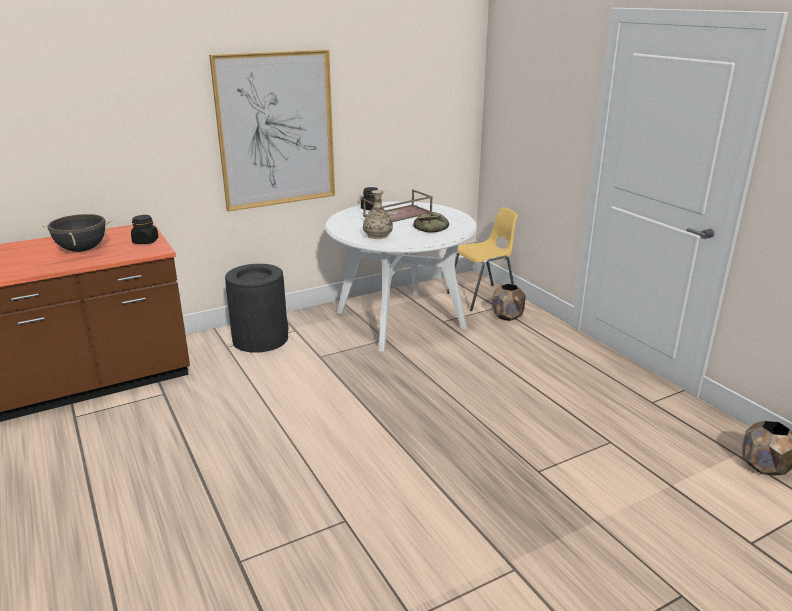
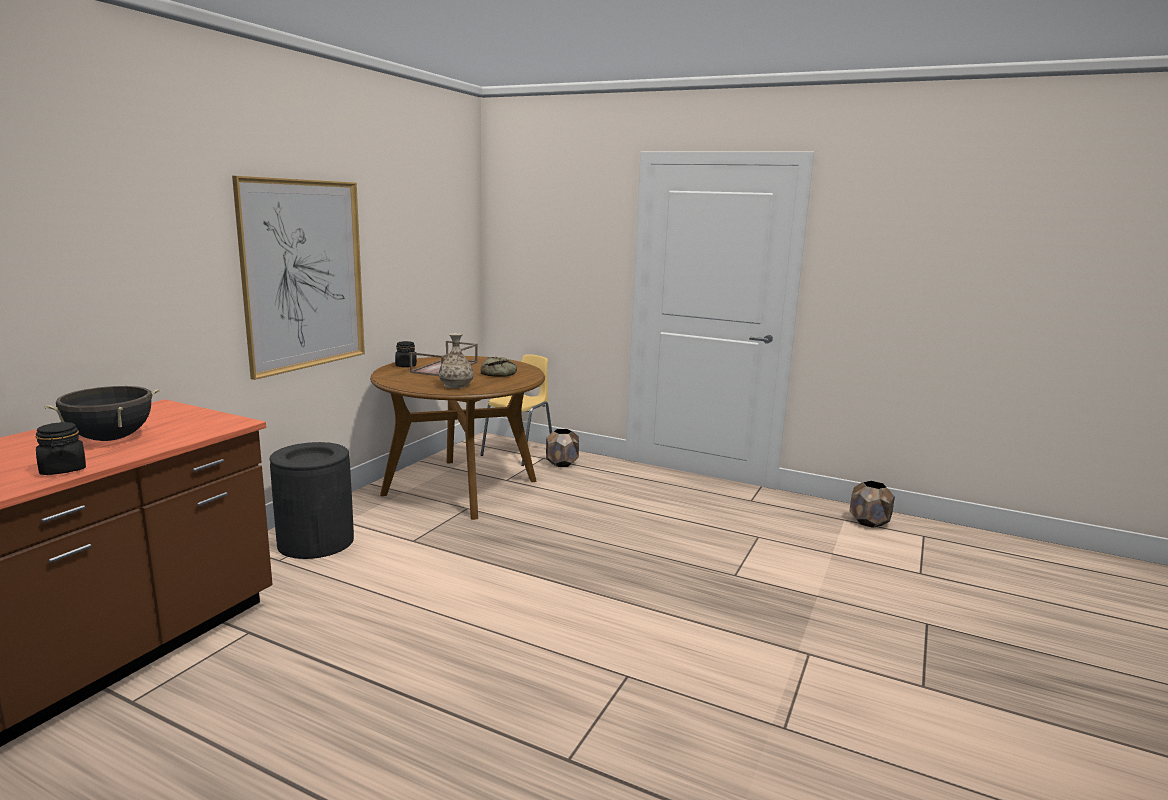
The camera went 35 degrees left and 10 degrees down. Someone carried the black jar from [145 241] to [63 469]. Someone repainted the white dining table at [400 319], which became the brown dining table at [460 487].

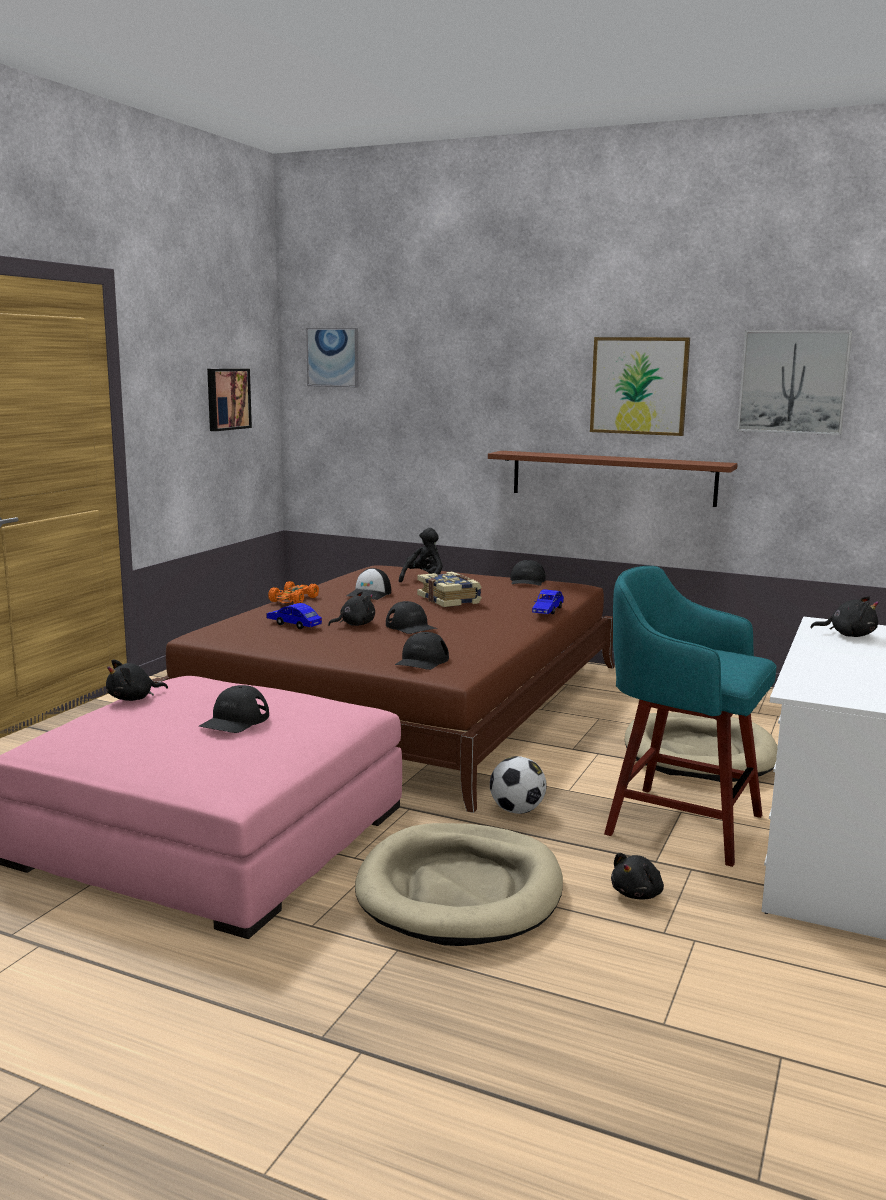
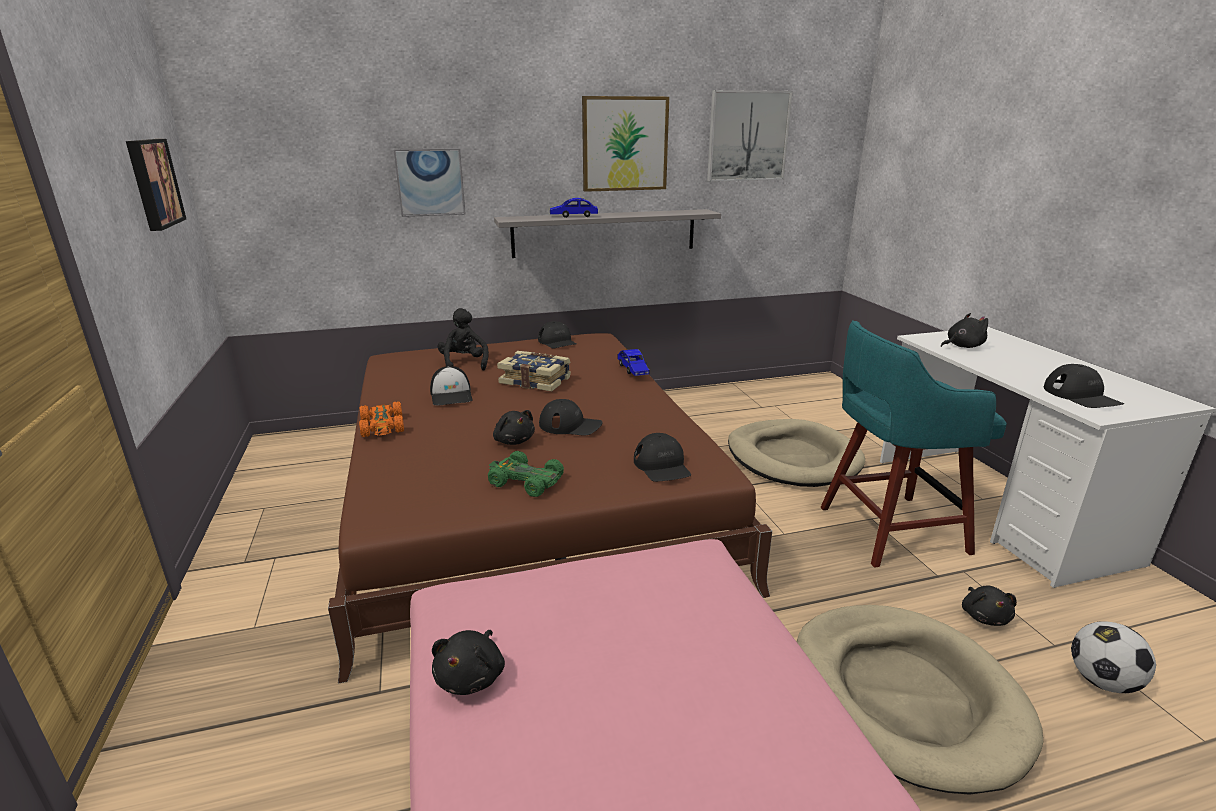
The camera went 40 degrees left and 10 degrees up. Someone put down the green toy car at [525 481]. Someone carried the black cap from [235 720] to [1081 396]. Someone carried the blue toy car from [293 624] to [573 216]. Someone carried the picture from [333 357] to [430 182]. Someone carried the football from [517 810] to [1102 681]. Someone repainted the brown shelf at [612 478], which became the grey shelf at [605 233]. Someone rotated the black plush toy at [355 624] by 120 degrees clockwise.

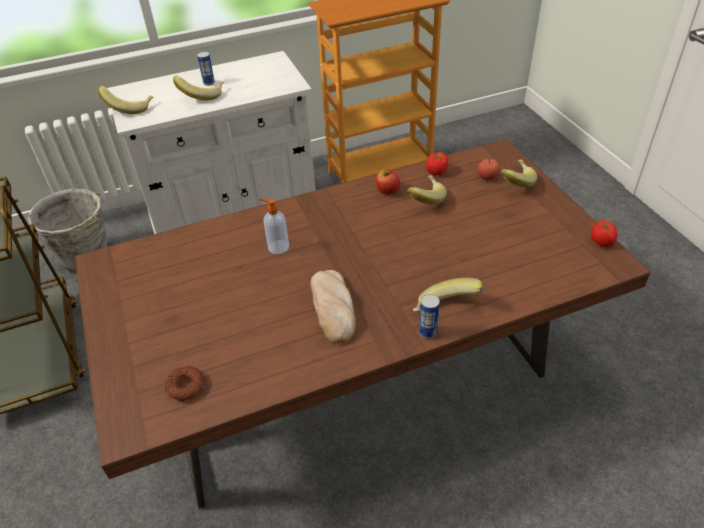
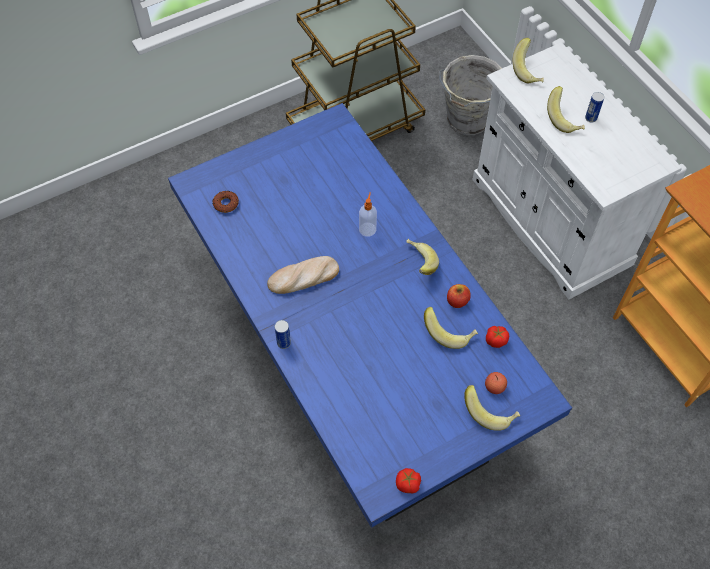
The camera went 80 degrees right and 15 degrees up. Someone carried the banana from [445 309] to [418 263]. Someone repainted the brown dining table at [359 385], which became the blue dining table at [356 362].

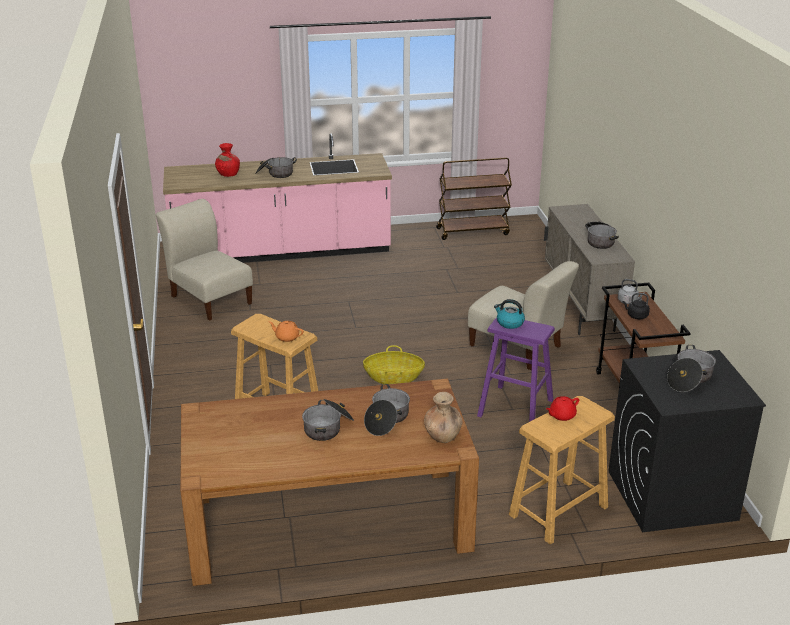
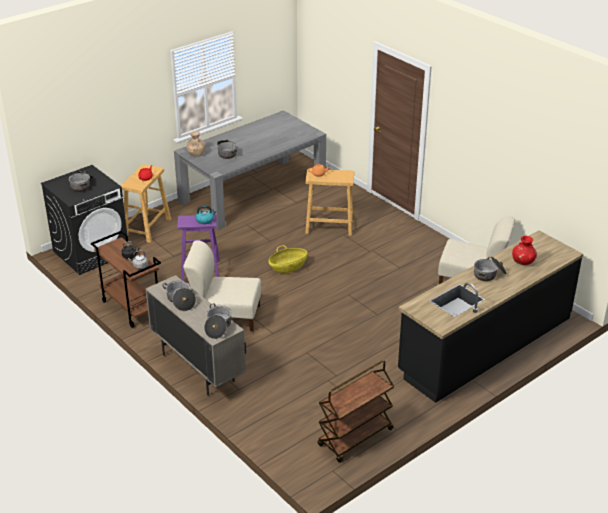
The camera went 150 degrees right and 5 degrees up. Someone carried the cooking pot from [328 428] to [218 327]. Someone repainted the pink counter at [281 252], which became the black counter at [485 344]. Someone repainted the brown dining table at [328 521], which became the grey dining table at [252 192].

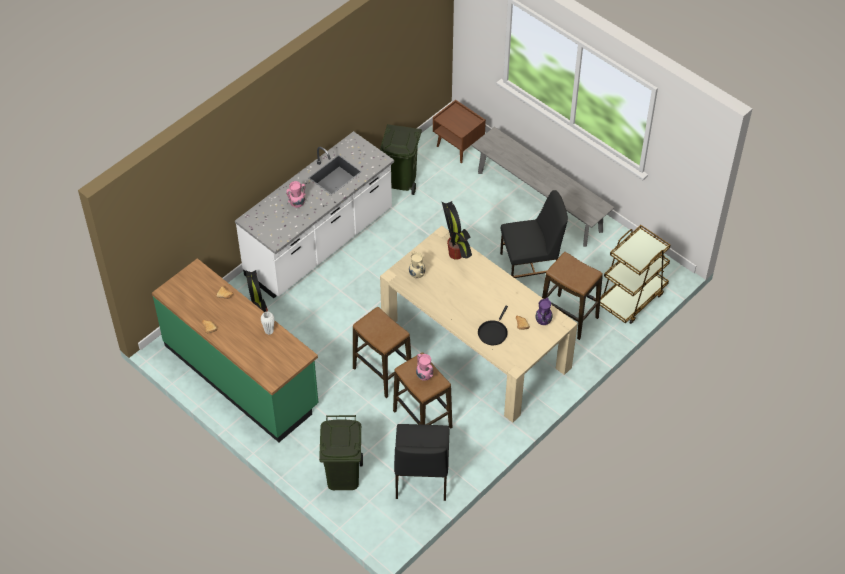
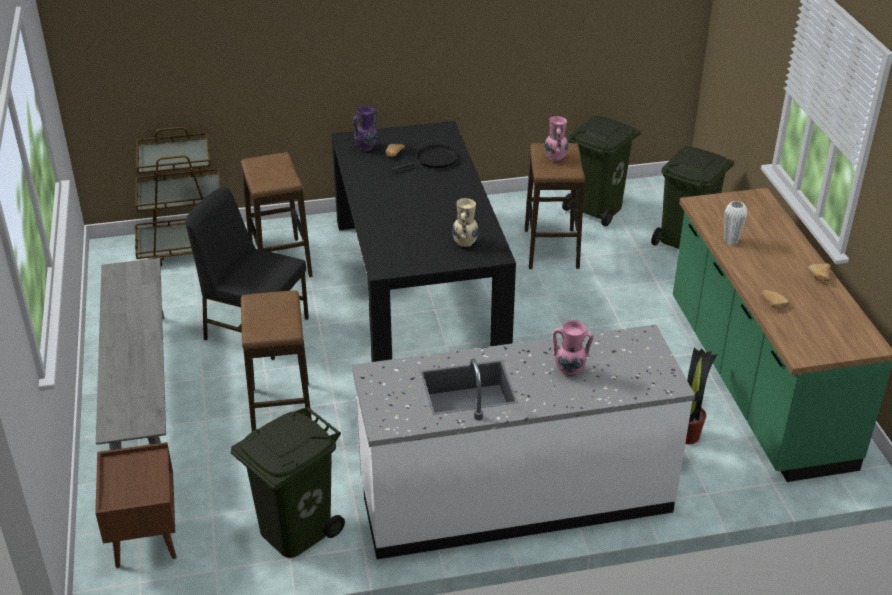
The camera went 145 degrees left and 15 degrees down. Someone took away the potted plant at [456 254]. Someone carried the stool from [382 373] to [281 412]. Someone swapped the black chair at [421 477] for the green trash can at [597 209]. Someone repainted the beige dining table at [475 344], which became the black dining table at [418 285].

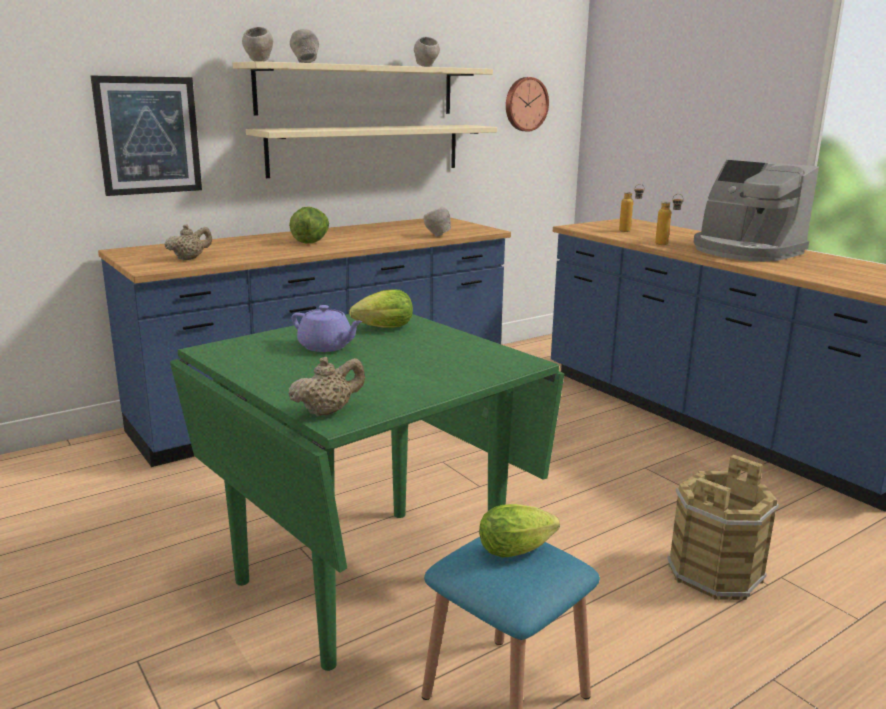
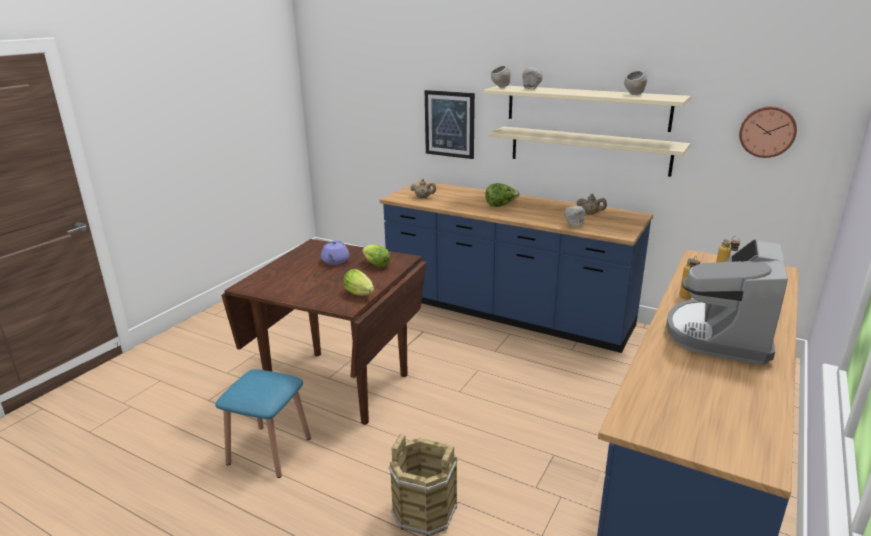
The camera went 65 degrees right and 5 degrees up. Someone carried the beige teapot from [328 411] to [590 214]. Someone carried the lettuce from [519 550] to [361 294]. Someone repainted the green dining table at [368 578], which became the brown dining table at [339 384].

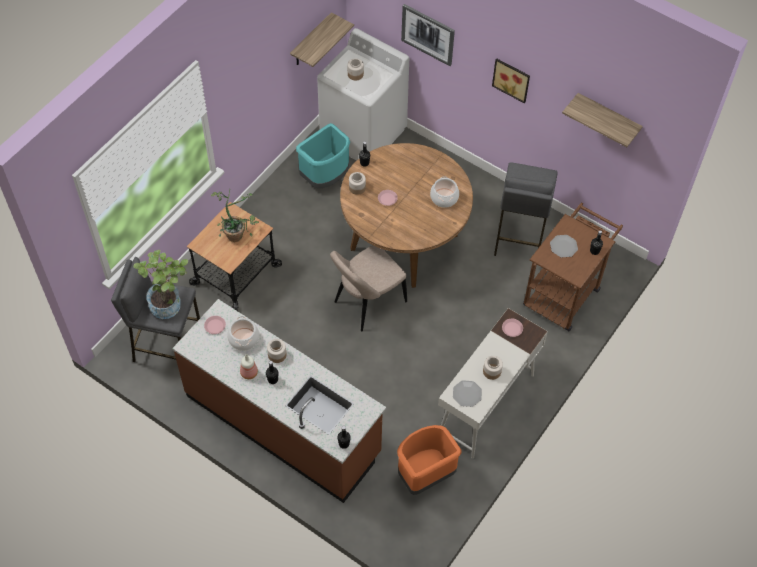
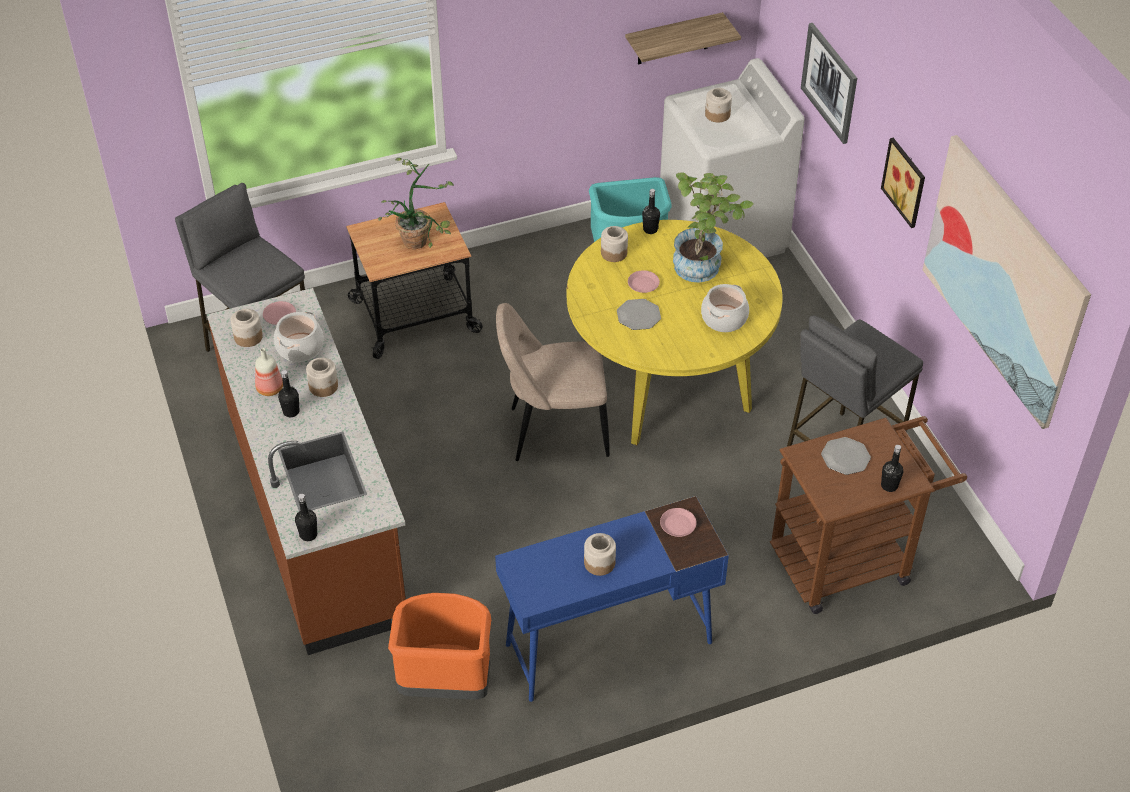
The camera went 35 degrees right and 10 degrees down. Someone put down the jar at [248 337]. Someone carried the potted plant from [169 303] to [703 265]. Someone carried the plate from [467 394] to [638 315]. Someone swapped the shelf at [607 118] for the picture at [1003 279]. Someone repainted the brown dining table at [404 242], which became the yellow dining table at [668 383]. Someone repainted the white desk at [486 405], which became the blue desk at [608 644].

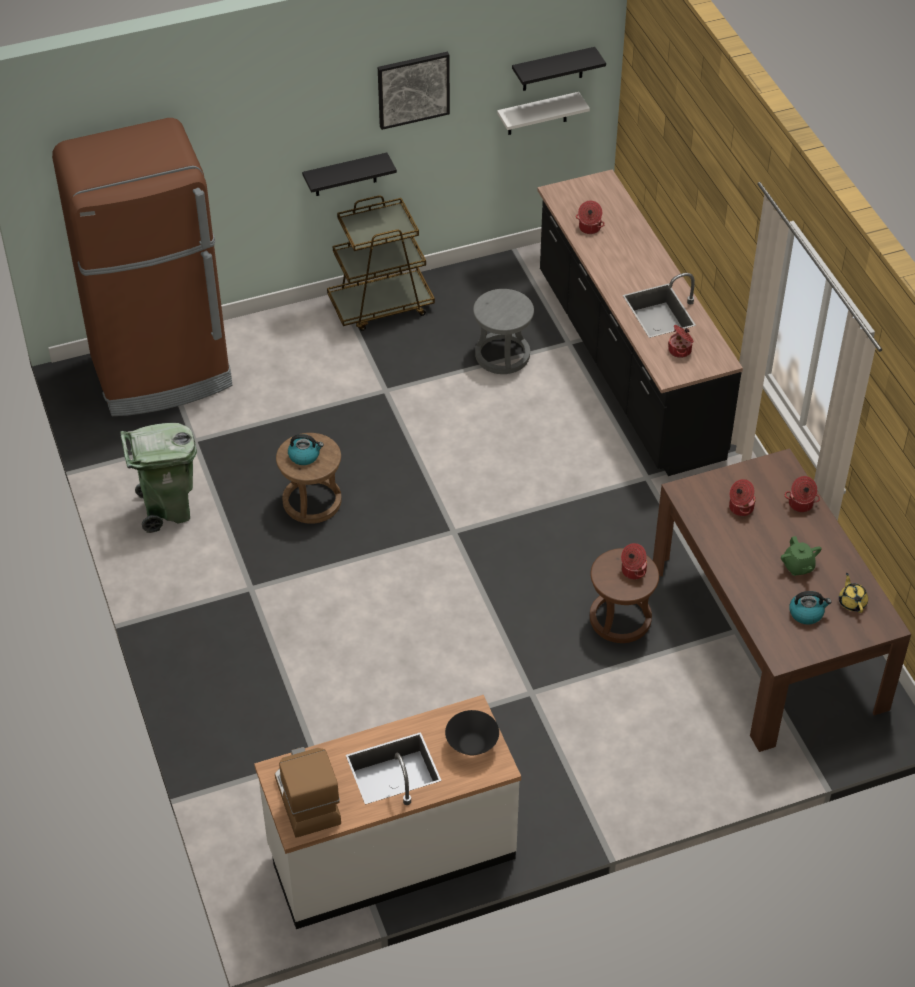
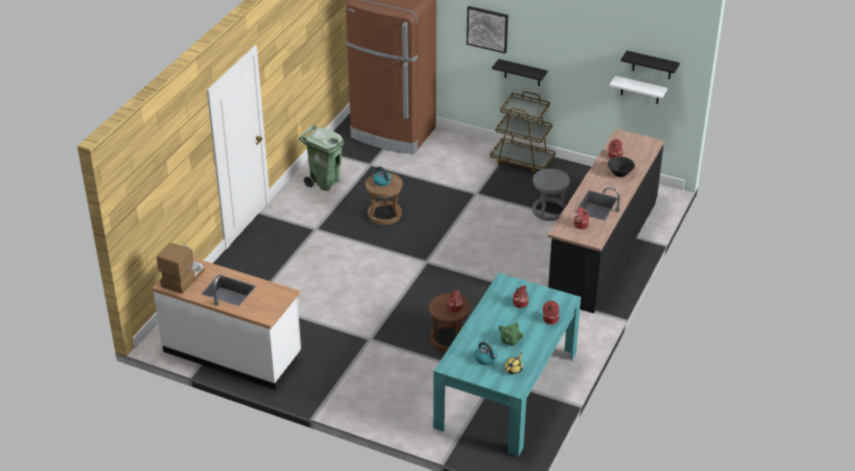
The camera went 45 degrees right and 10 degrees down. Someone carried the picture from [413 89] to [487 29]. Someone carried the black bowl from [472 745] to [620 173]. Someone repainted the brown dining table at [767 634], which became the turquoise dining table at [506 389].

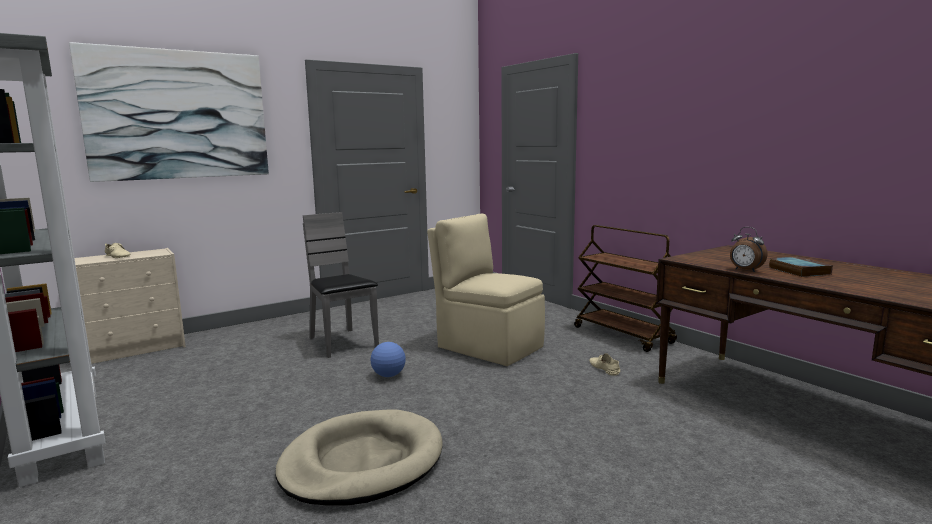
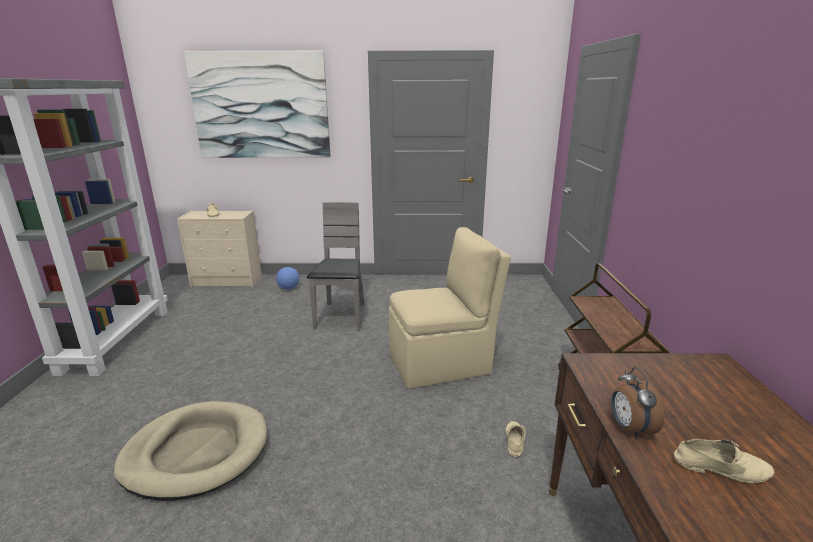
The camera went 35 degrees right and 10 degrees up. Someone carried the football from [389 375] to [289 288]. Someone swapped the book at [797 270] for the beige shoe at [720 466]. Someone rotated the beige chair at [488 346] by 90 degrees clockwise.

